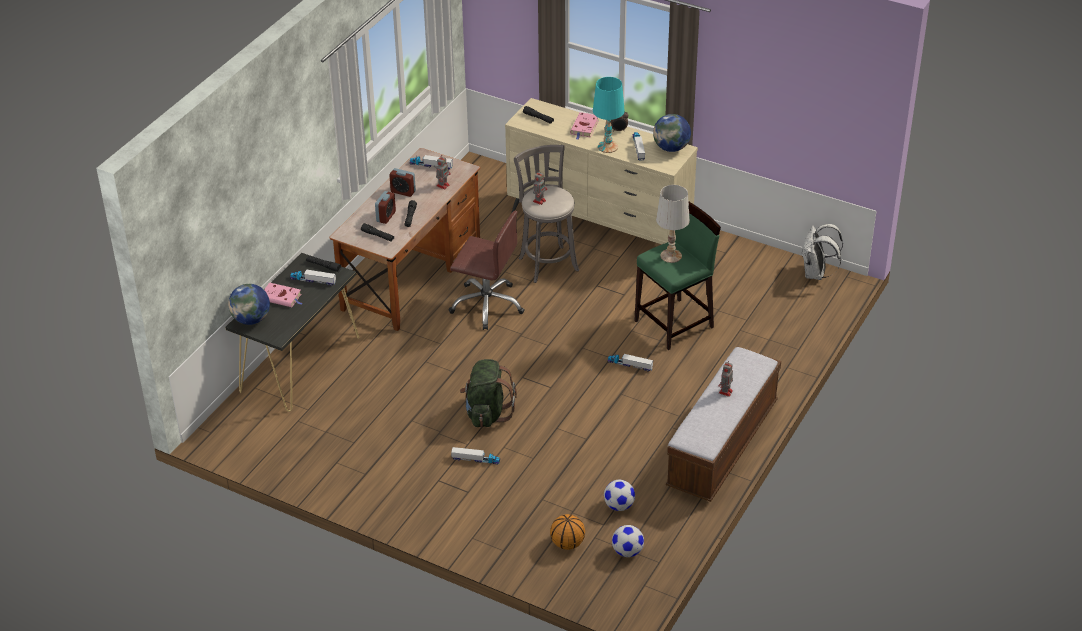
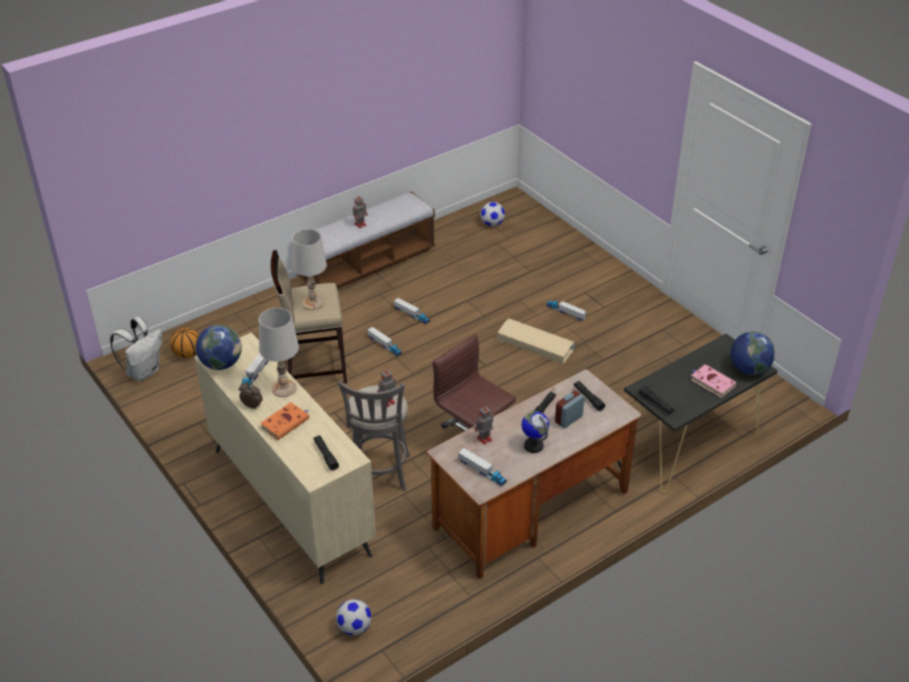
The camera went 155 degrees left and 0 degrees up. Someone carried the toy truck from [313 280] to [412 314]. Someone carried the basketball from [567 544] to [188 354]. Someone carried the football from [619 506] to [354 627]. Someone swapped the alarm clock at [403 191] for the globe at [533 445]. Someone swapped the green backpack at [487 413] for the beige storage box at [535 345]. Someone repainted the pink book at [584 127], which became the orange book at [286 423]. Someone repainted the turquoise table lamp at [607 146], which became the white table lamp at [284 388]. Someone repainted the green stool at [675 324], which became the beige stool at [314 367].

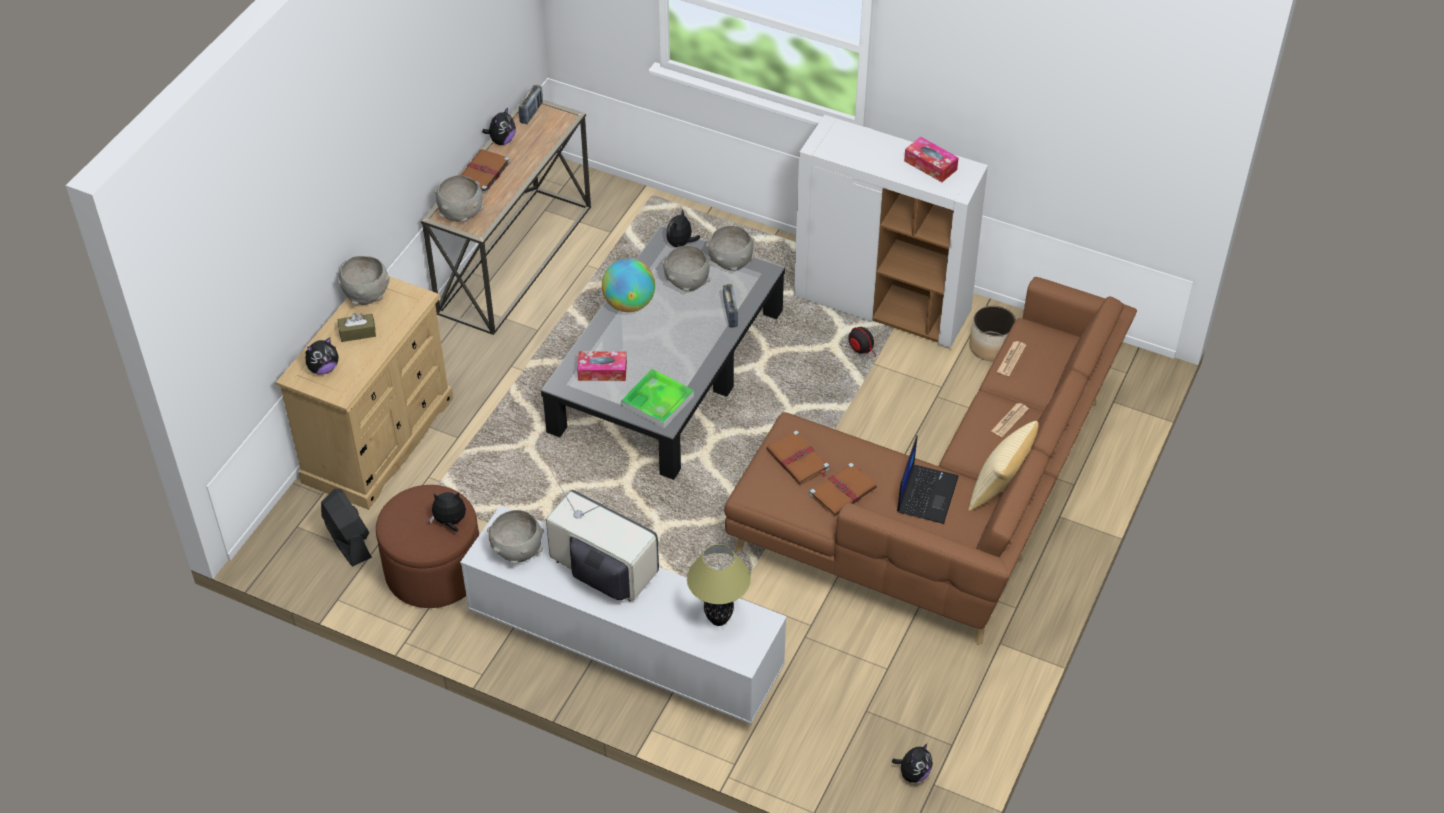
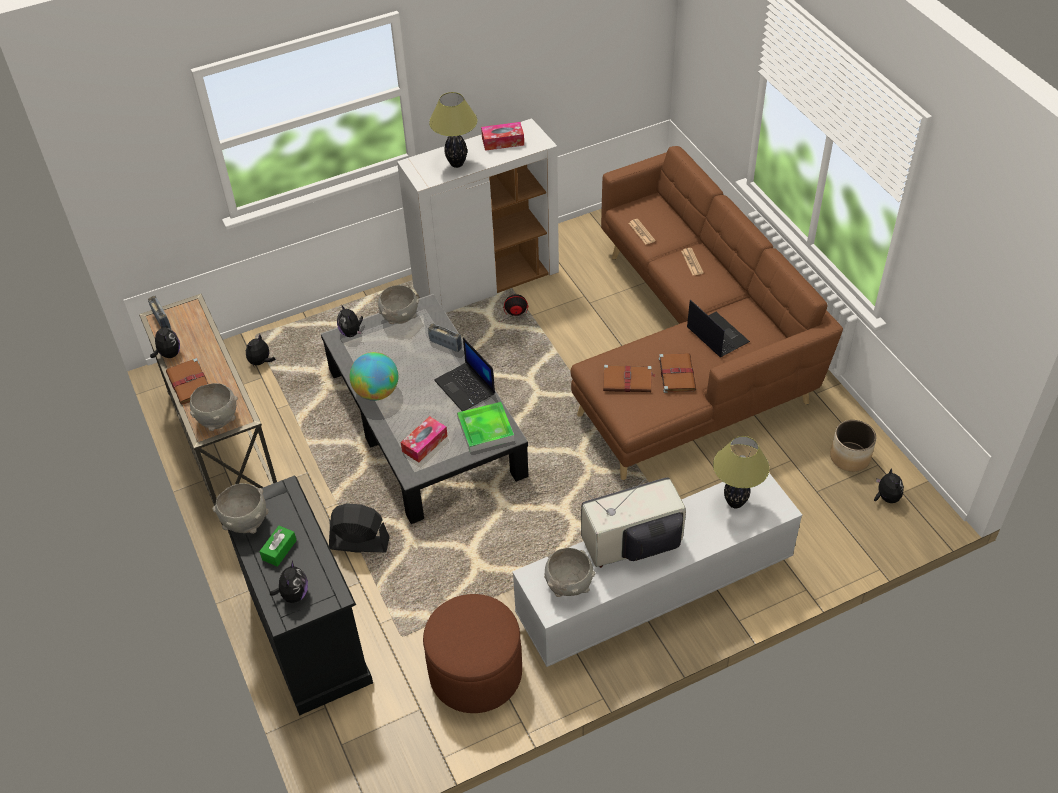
The camera went 50 degrees left and 0 degrees up. Someone took away the grey bowl at [687 284]. Someone took away the pillow at [1000 490]. Someone put down the table lamp at [457 164]. Someone put down the laptop at [466 387]. Someone carried the black fan from [348 540] to [359 543]. Someone carried the plush toy from [450 522] to [261 362]. Someone carried the planter from [991 347] to [850 457]. Someone repainted the beige dresser at [379 440], which became the black dresser at [309 635]. Someone repainted the brown tissue box at [357 333], which became the green tissue box at [279 550].

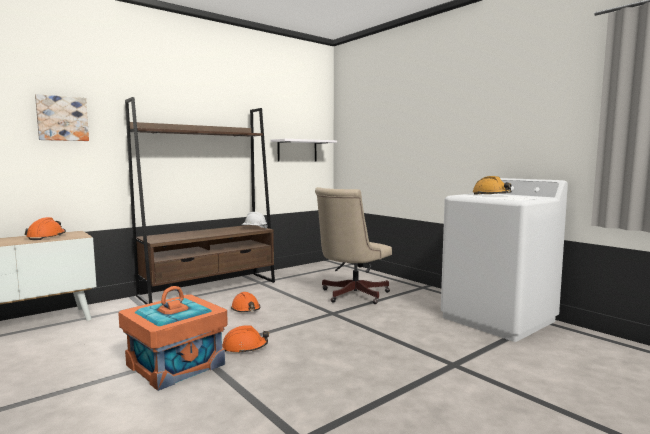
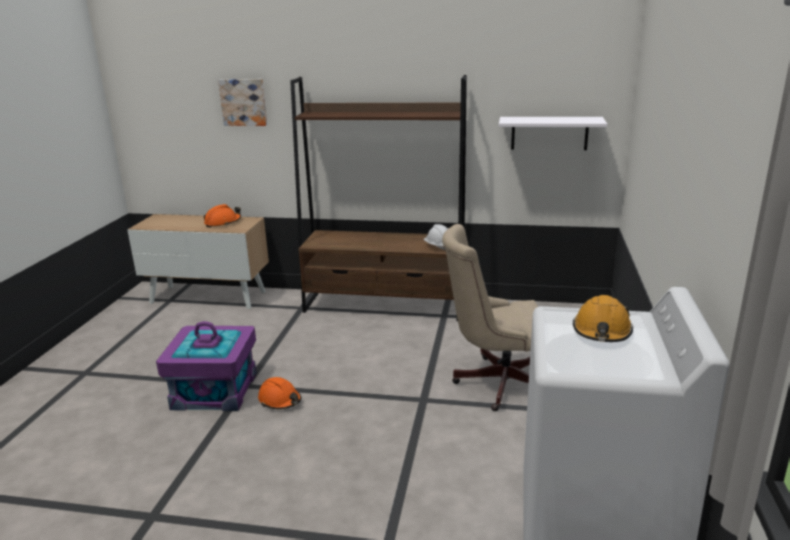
The camera went 50 degrees right and 15 degrees up. Someone took away the orange hard hat at [246 309]. Someone repainted the orange storage box at [175 364], which became the purple storage box at [215 390].

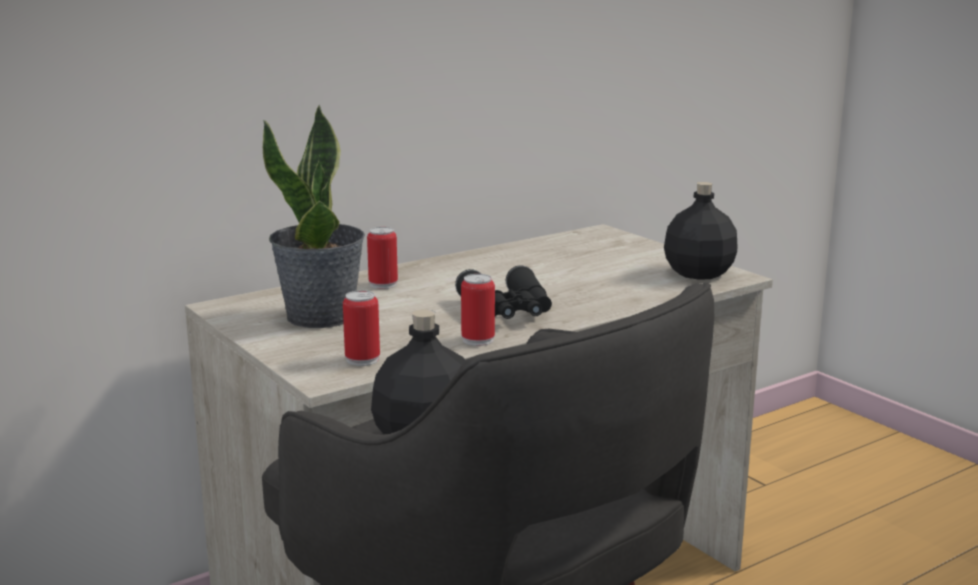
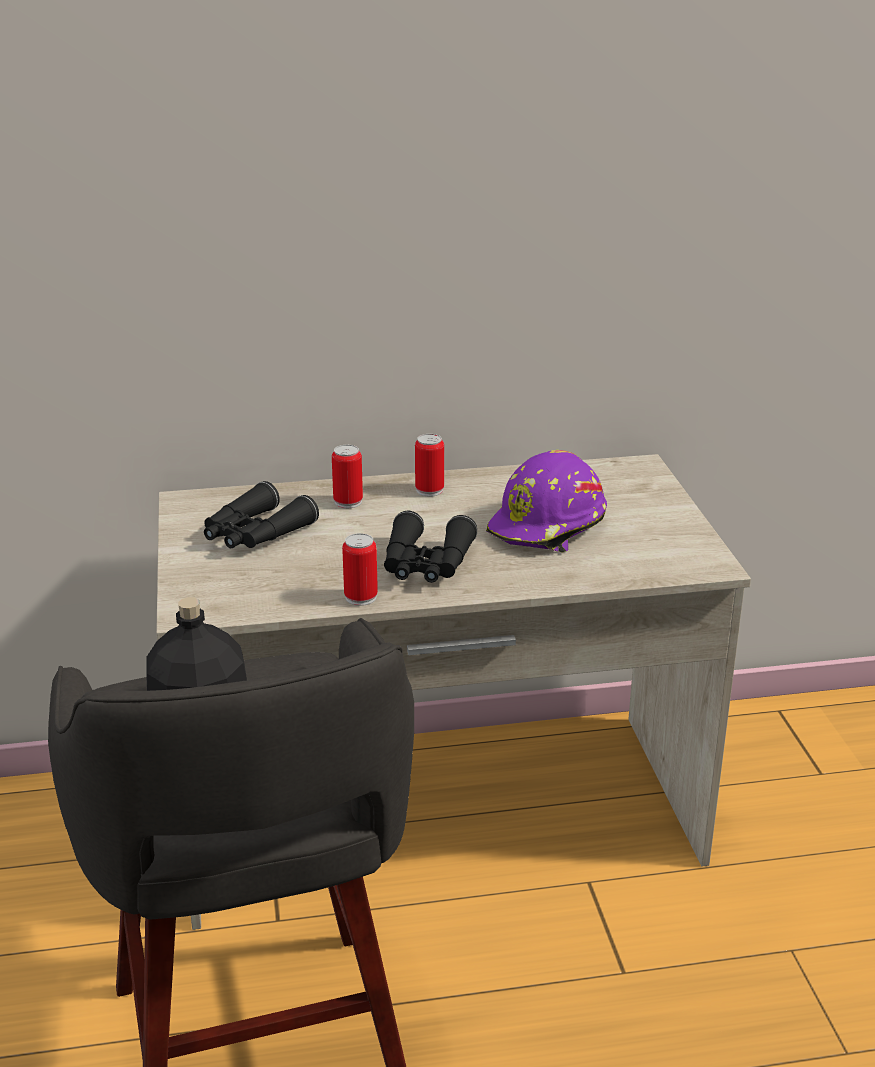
The camera went 25 degrees right and 10 degrees up. Someone took away the black bottle at [700 273]. Someone put down the purple hard hat at [549 527]. Someone carried the can from [362 359] to [429 490]. Someone swapped the potted plant at [322 316] for the black binoculars at [255 534].

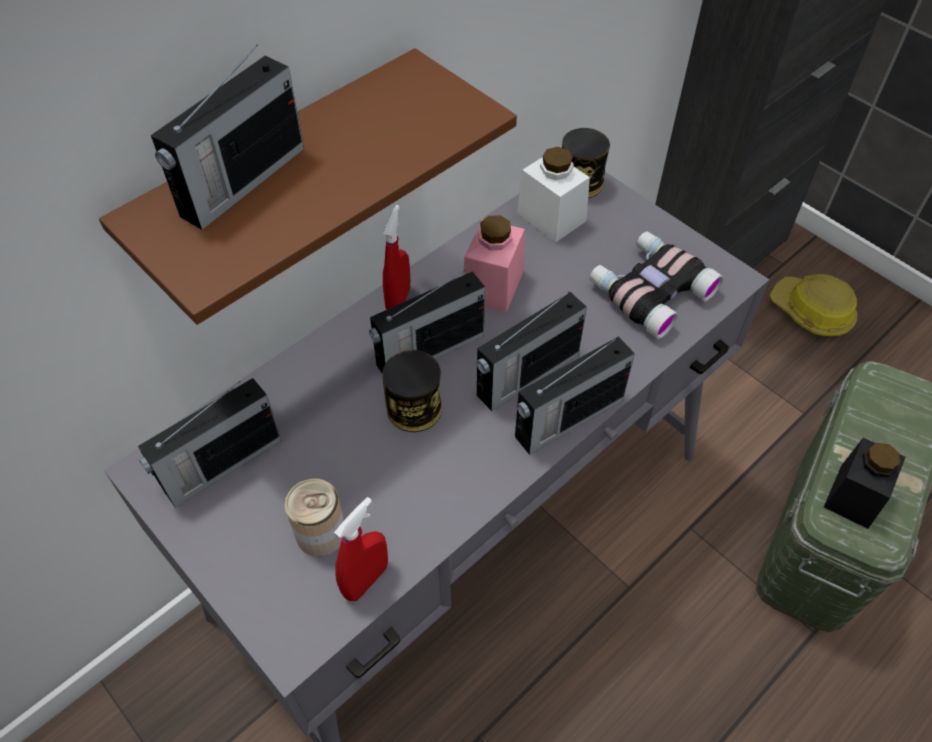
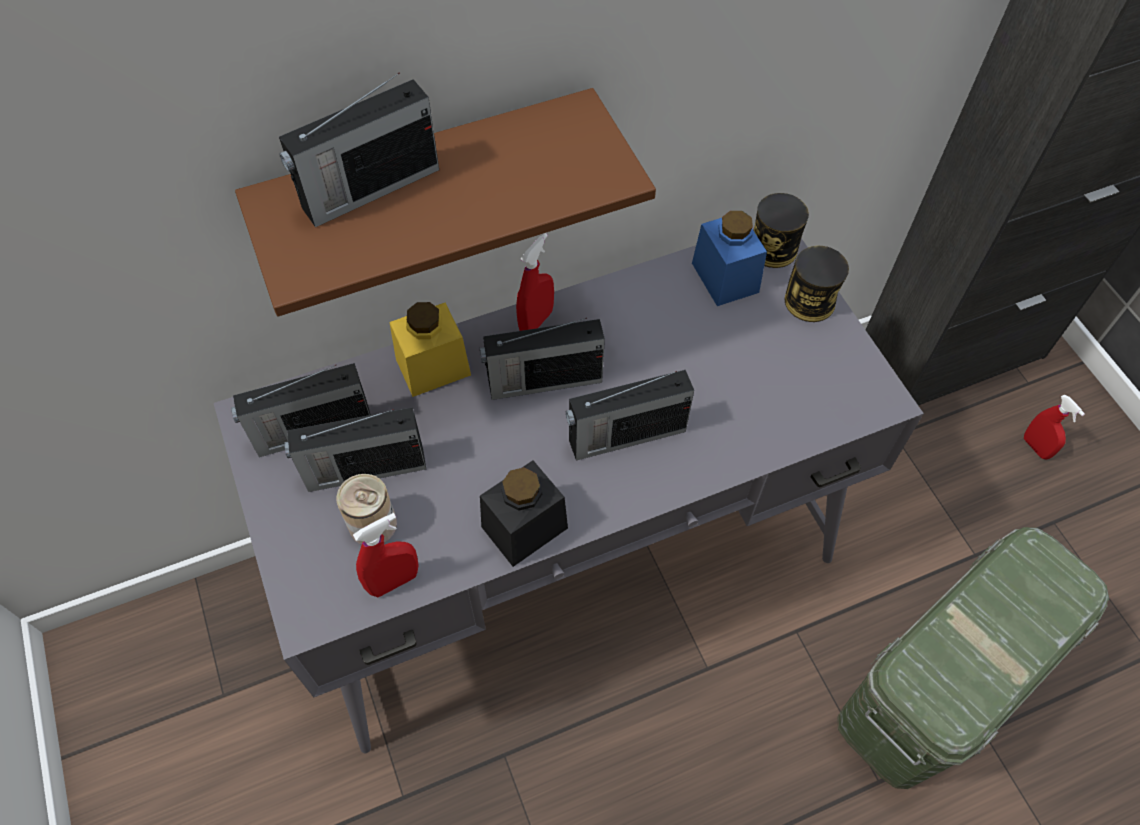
The camera went 20 degrees right and 5 degrees up. Someone took away the pink jar at [493 285]. Someone took away the binoculars at [650 290]. Someone put down the yellow jar at [433 367]. Someone carried the can from [414 408] to [809 301]. Someone carried the radio from [567 419] to [363 469]. Someone carried the black jar from [854 496] to [524 527]. Someone swapped the hard hat at [811 312] for the red spray bottle at [1036 447]. Someone repainted the white jar at [551 217], which became the blue jar at [725 277].

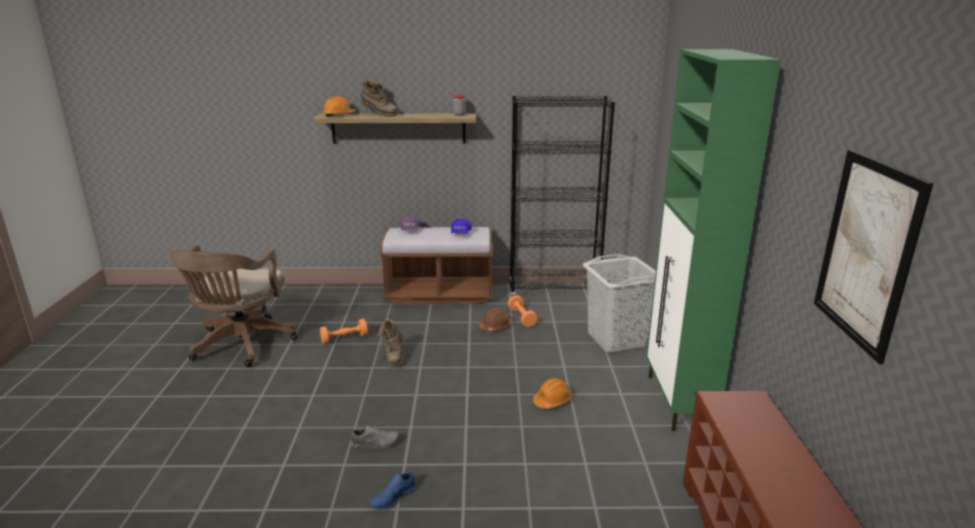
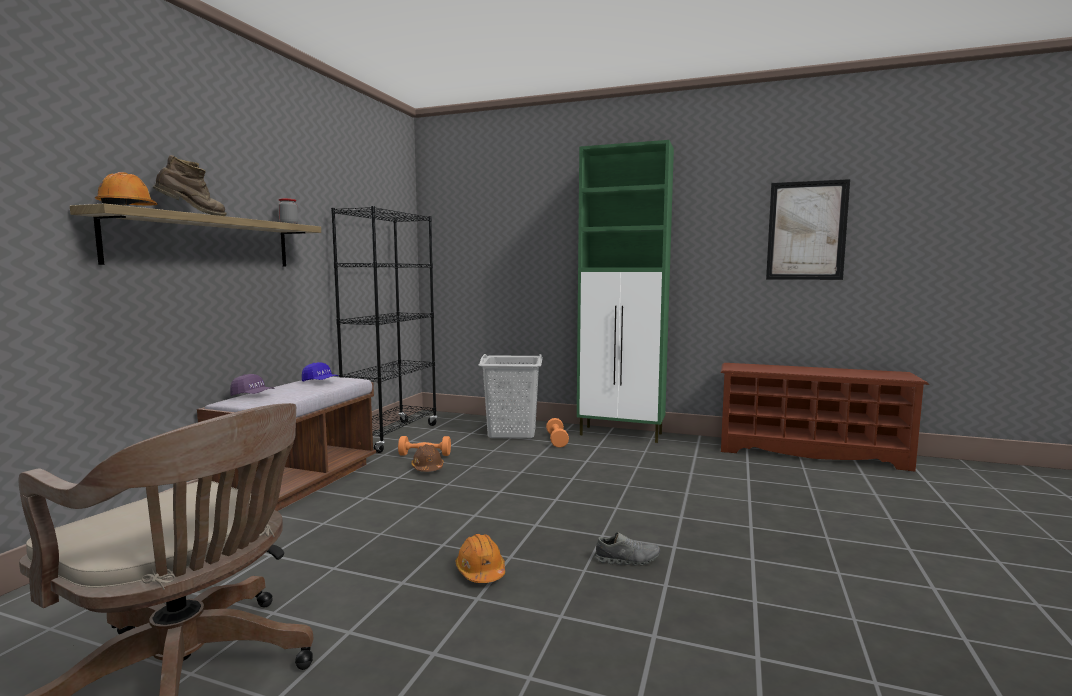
The camera went 70 degrees left and 15 degrees down. Someone took away the blue shoe at [393 498]. Someone took away the brown boot at [394 357]. Someone carried the orange dumbbell from [344 339] to [557 440]. Someone carried the orange hard hat from [552 401] to [480 571]. Someone rotated the grey shoe at [375 443] by 75 degrees clockwise.

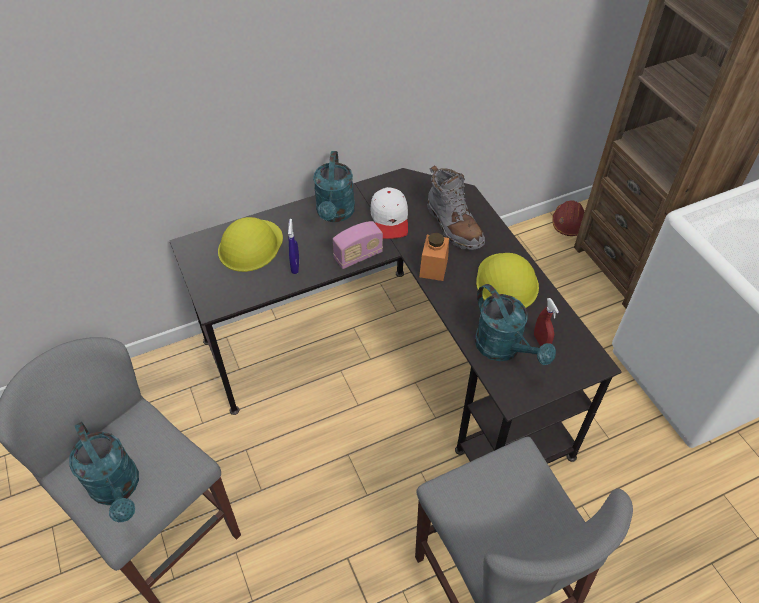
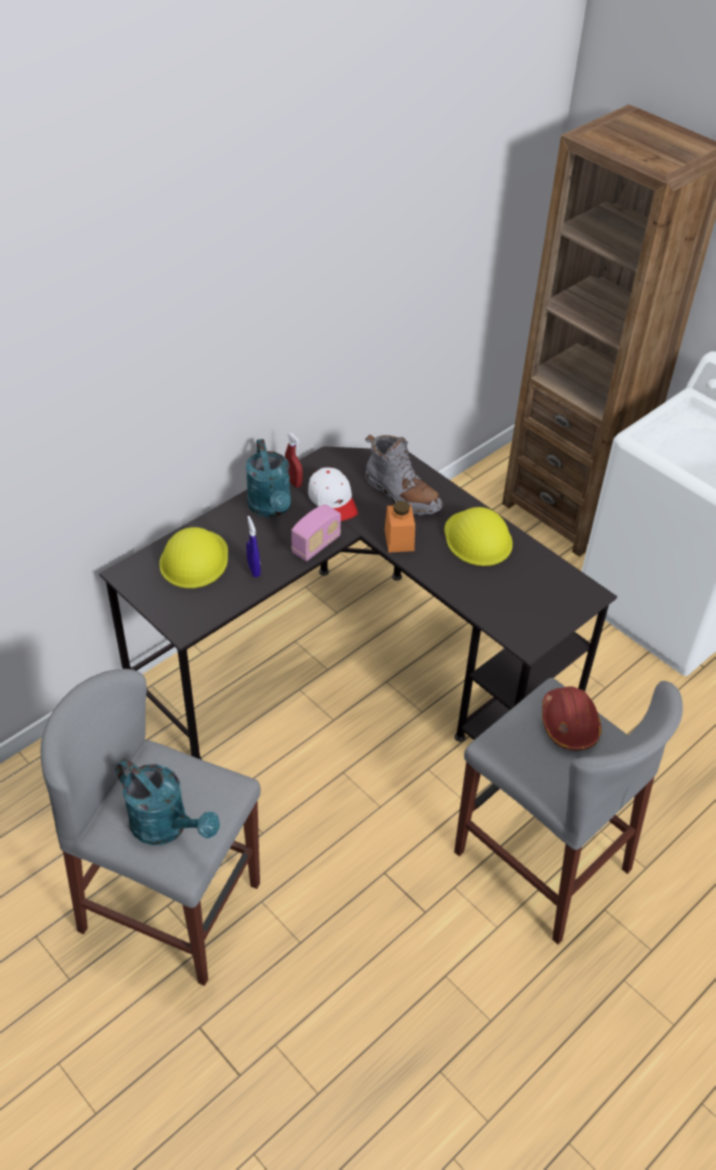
The camera went 20 degrees left and 5 degrees down. Someone took away the turquoise watering can at [504 349]. Someone carried the red spray bottle from [541 342] to [293 482]. Someone carried the red hard hat from [568 223] to [569 724].

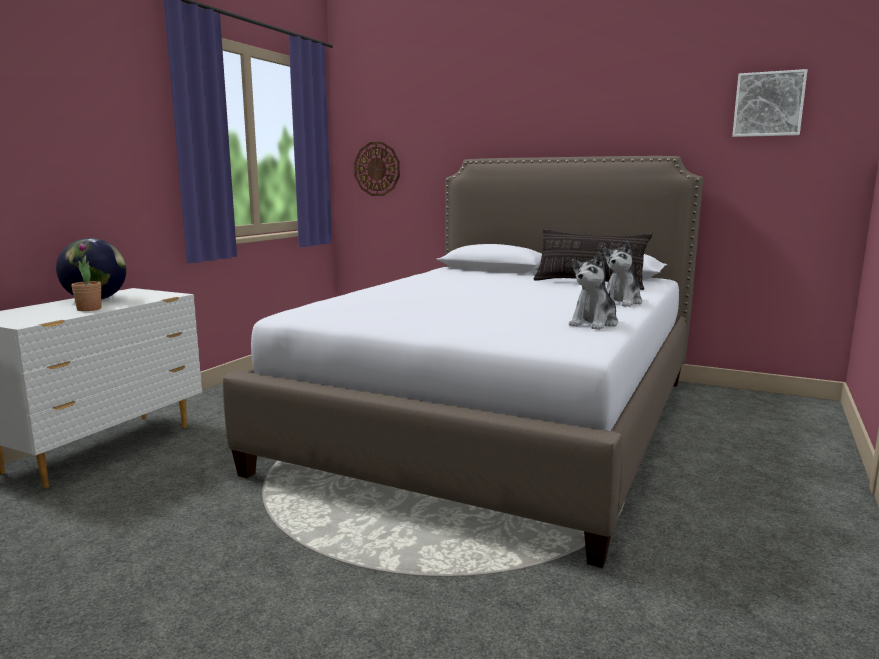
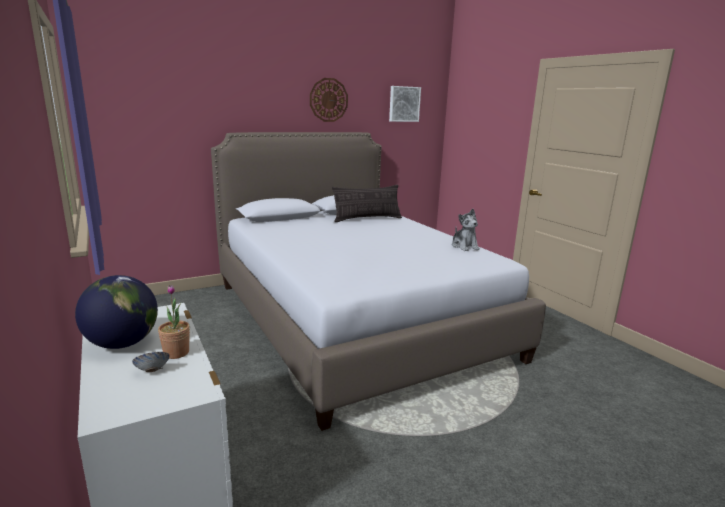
The camera went 55 degrees left and 5 degrees up. Someone took away the plush toy at [622 302]. Someone put down the bowl at [152 371]. Someone carried the wall clock from [377 169] to [328 100].

